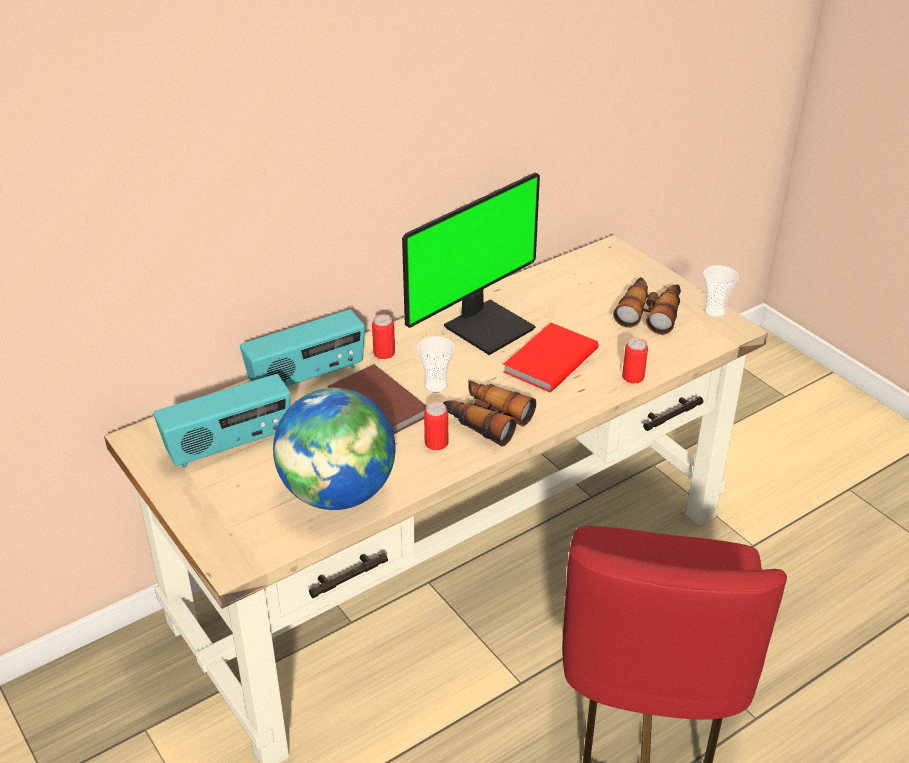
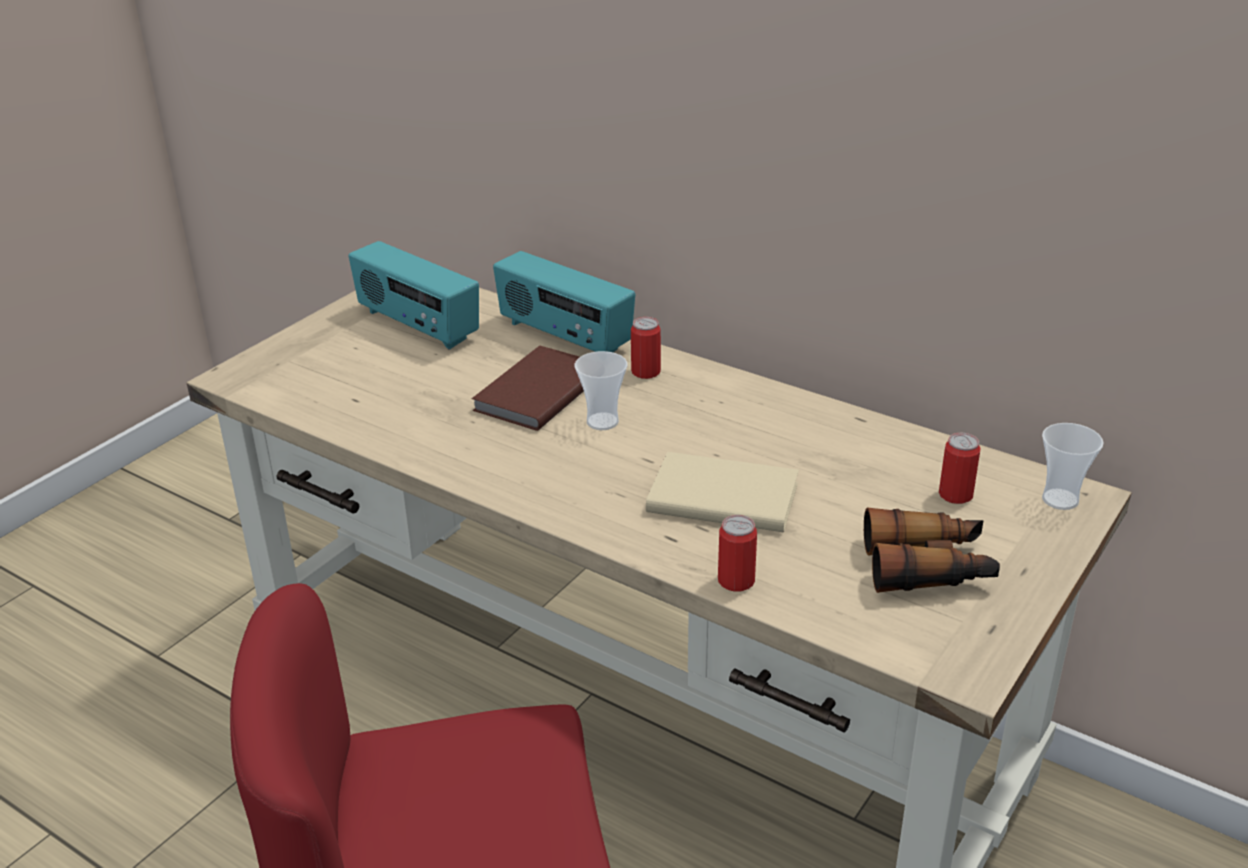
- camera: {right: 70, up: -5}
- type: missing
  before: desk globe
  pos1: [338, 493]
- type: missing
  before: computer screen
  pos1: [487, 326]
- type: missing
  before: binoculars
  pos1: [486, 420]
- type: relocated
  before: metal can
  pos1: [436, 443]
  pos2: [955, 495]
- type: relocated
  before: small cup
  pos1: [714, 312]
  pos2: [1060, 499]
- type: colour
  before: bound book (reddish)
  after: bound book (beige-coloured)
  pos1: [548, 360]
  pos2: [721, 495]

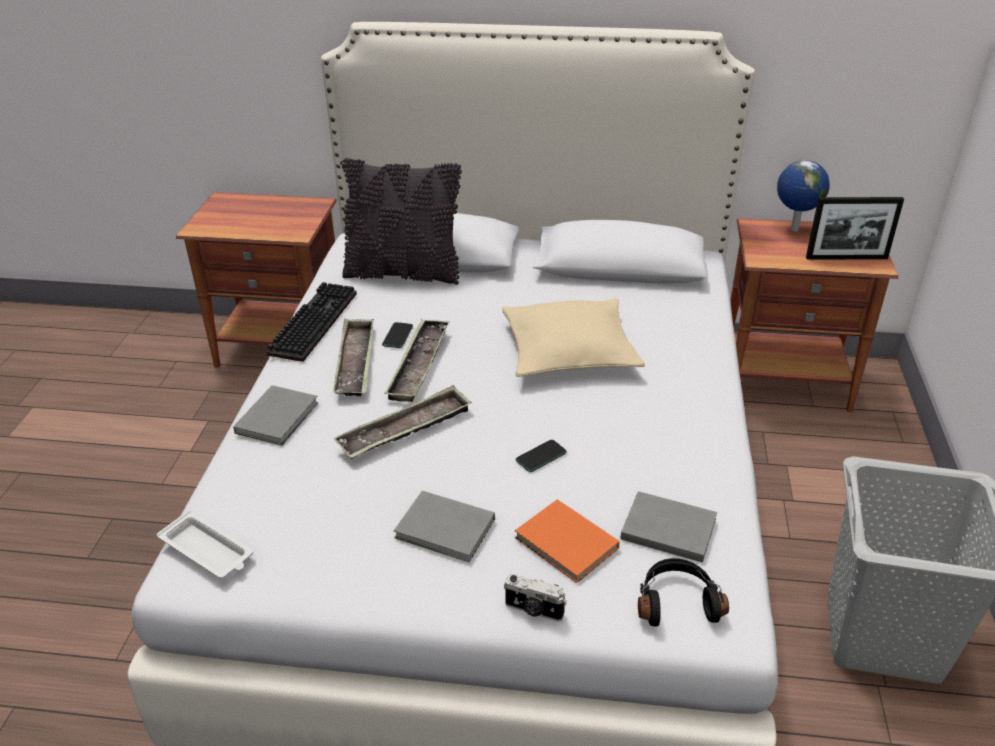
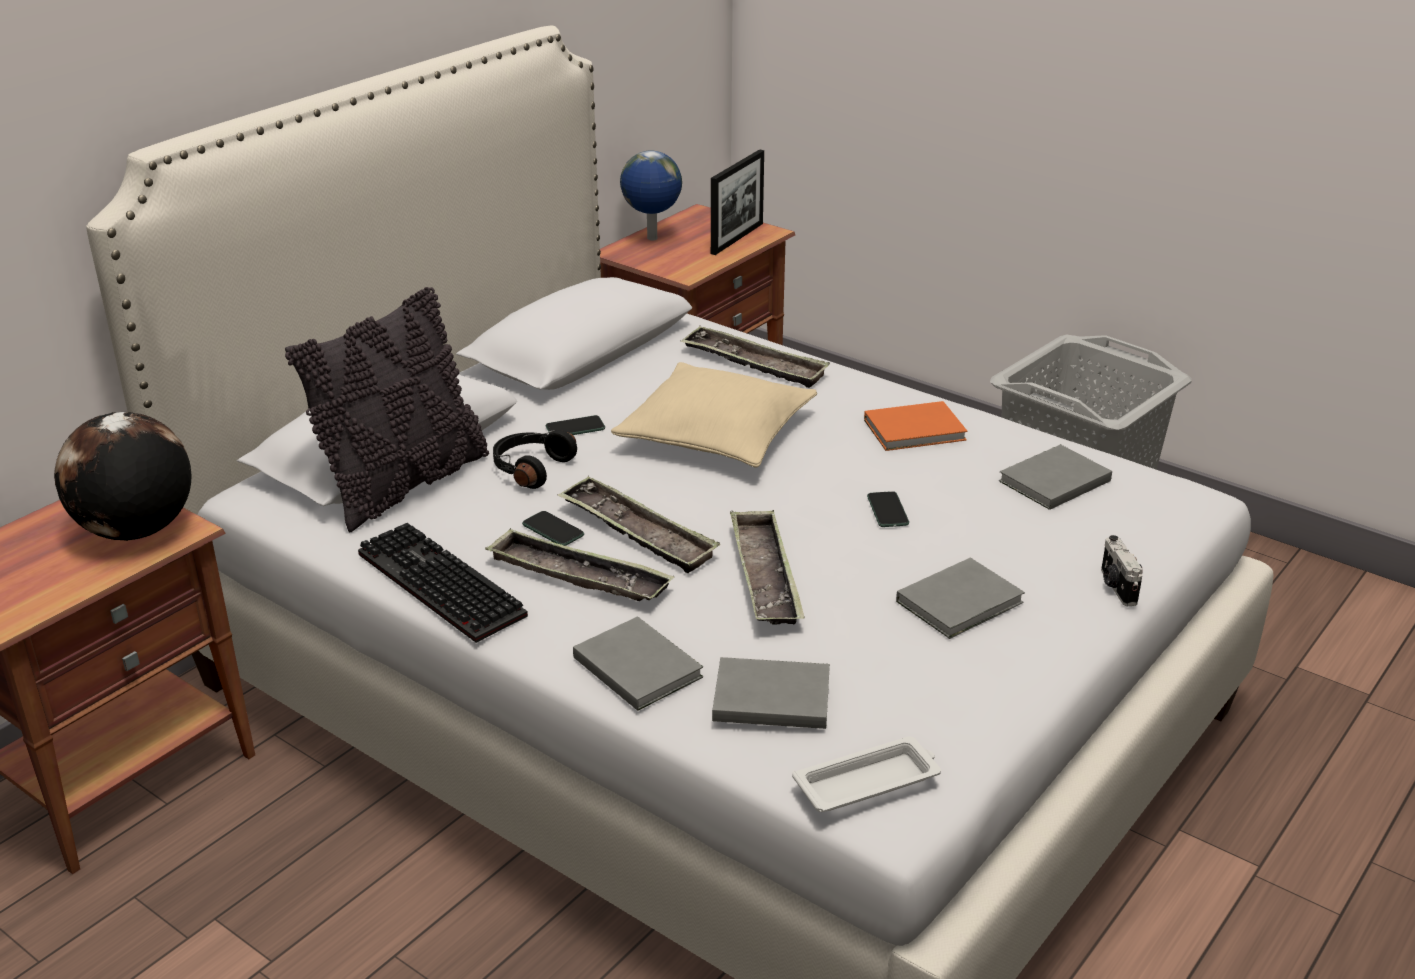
- camera: {right: -60, up: -5}
- type: appeared
  after: desk globe
  pos2: [136, 531]
- type: appeared
  after: phone
  pos2: [575, 428]
- type: appeared
  after: serving tray
  pos2: [754, 364]
- type: appeared
  after: bound book (greyish)
  pos2: [768, 696]
- type: relocated
  before: bound book (orange)
  pos1: [567, 545]
  pos2: [917, 430]
- type: relocated
  before: pair of headphones (blackish)
  pos1: [676, 601]
  pos2: [530, 468]
- type: spun
  before: still camera
  pos1: [534, 610]
  pos2: [1116, 587]
  turn: 120

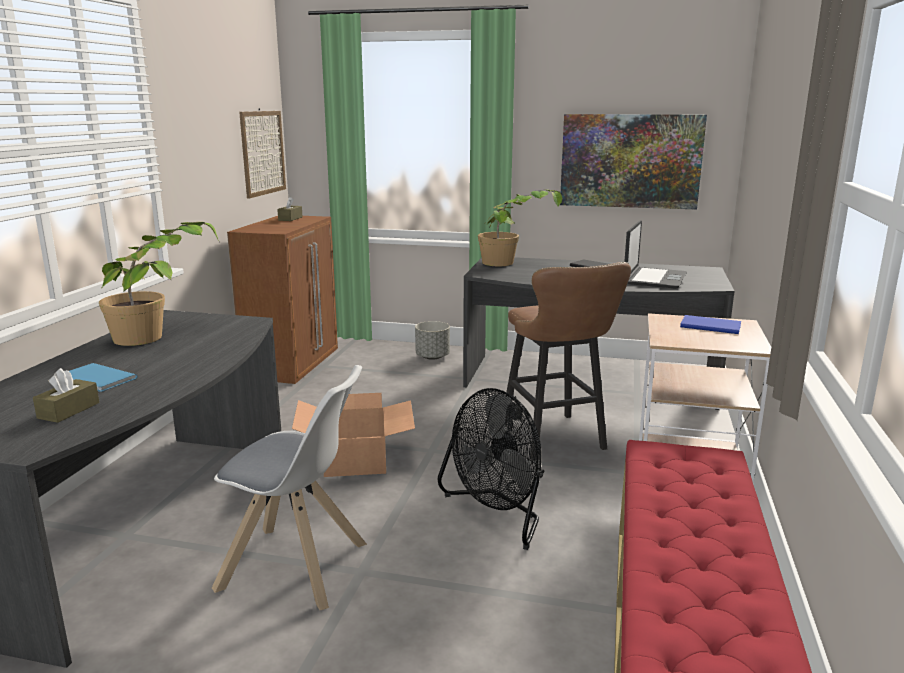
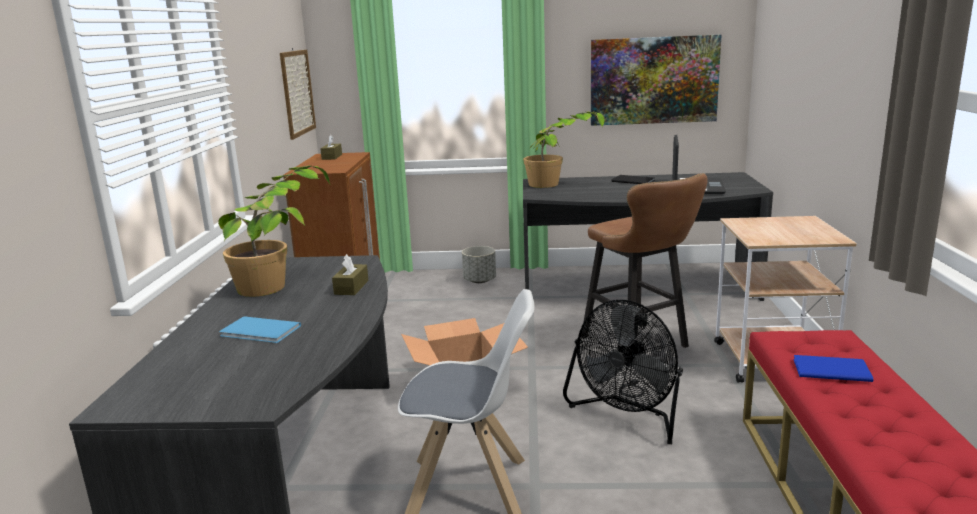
- camera: {right: -10, up: 0}
- type: relocated
  before: tissue holder (brownish)
  pos1: [68, 410]
  pos2: [351, 287]
- type: relocated
  before: bound book (blue-coloured)
  pos1: [709, 325]
  pos2: [829, 369]

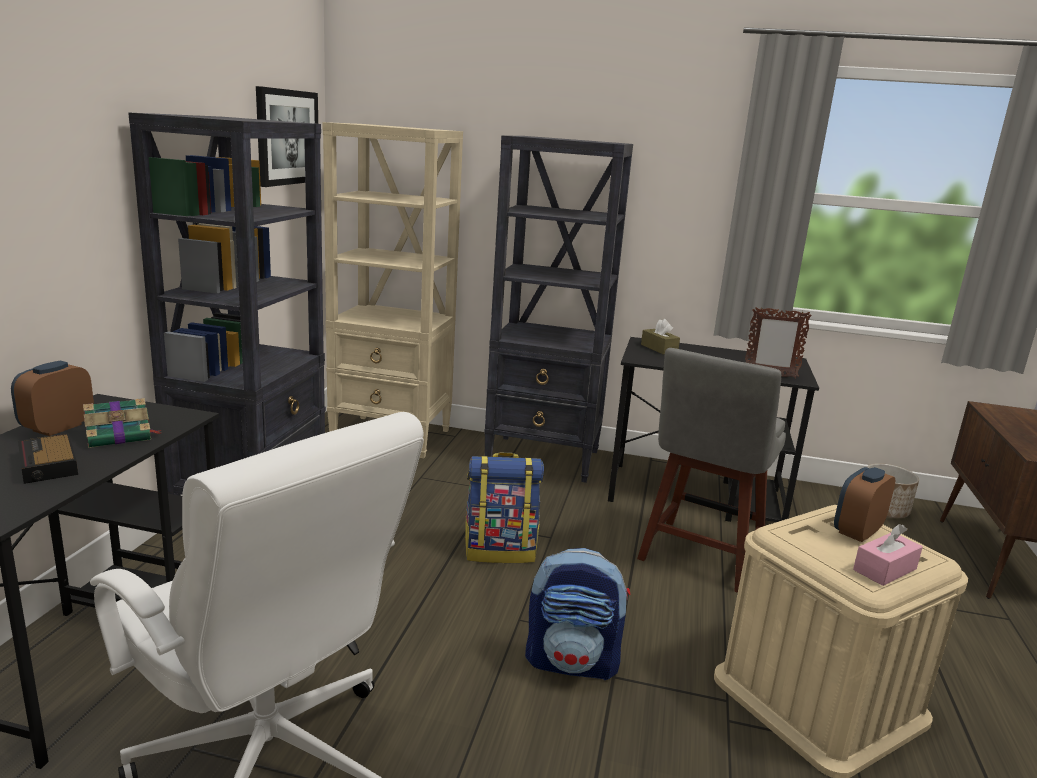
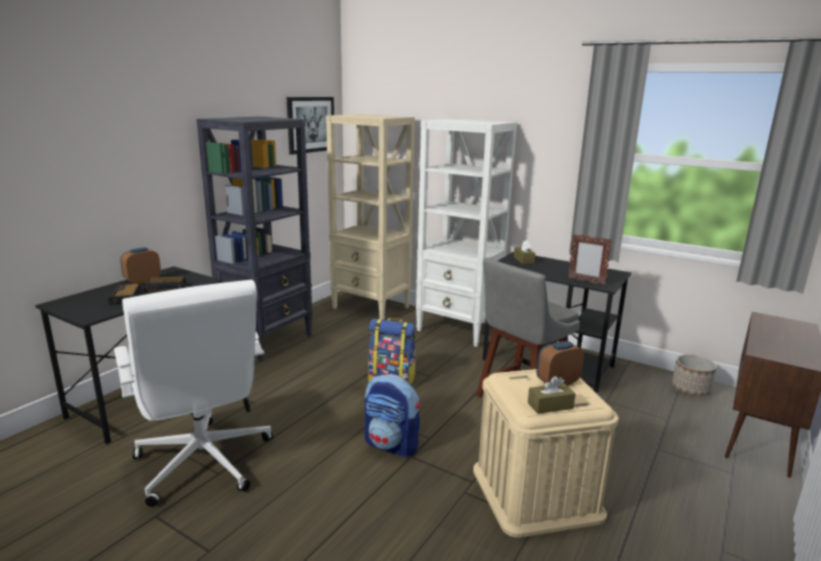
- camera: {right: 20, up: 0}
- type: exchanged
  before: bound book
  after: table clock
  pos1: [120, 436]
  pos2: [167, 287]
- type: colour
  before: bookshelf (blackish)
  after: bookshelf (whitish)
  pos1: [544, 459]
  pos2: [458, 330]
- type: colour
  before: tissue holder (pink)
  after: tissue holder (brownish)
  pos1: [884, 569]
  pos2: [550, 405]

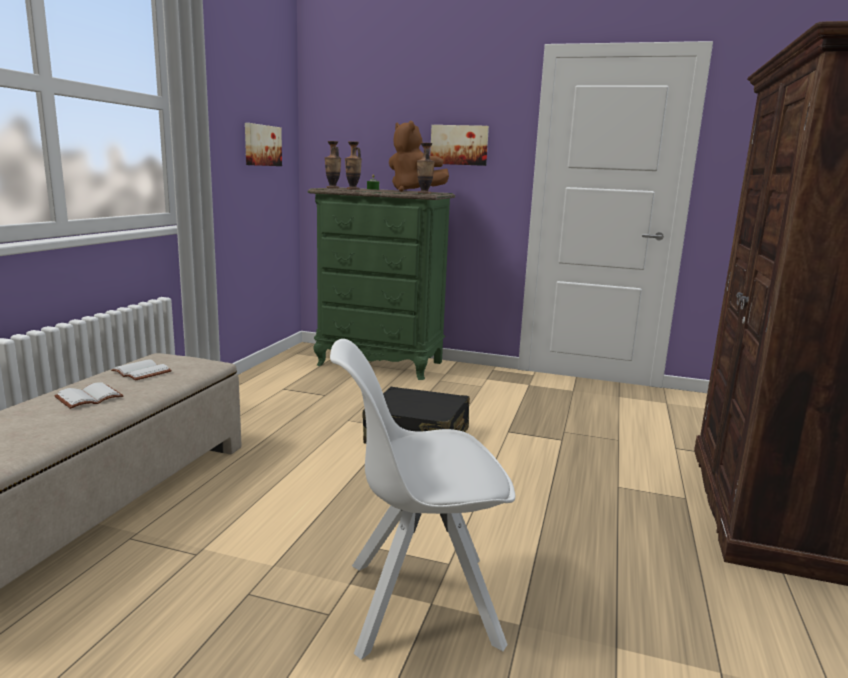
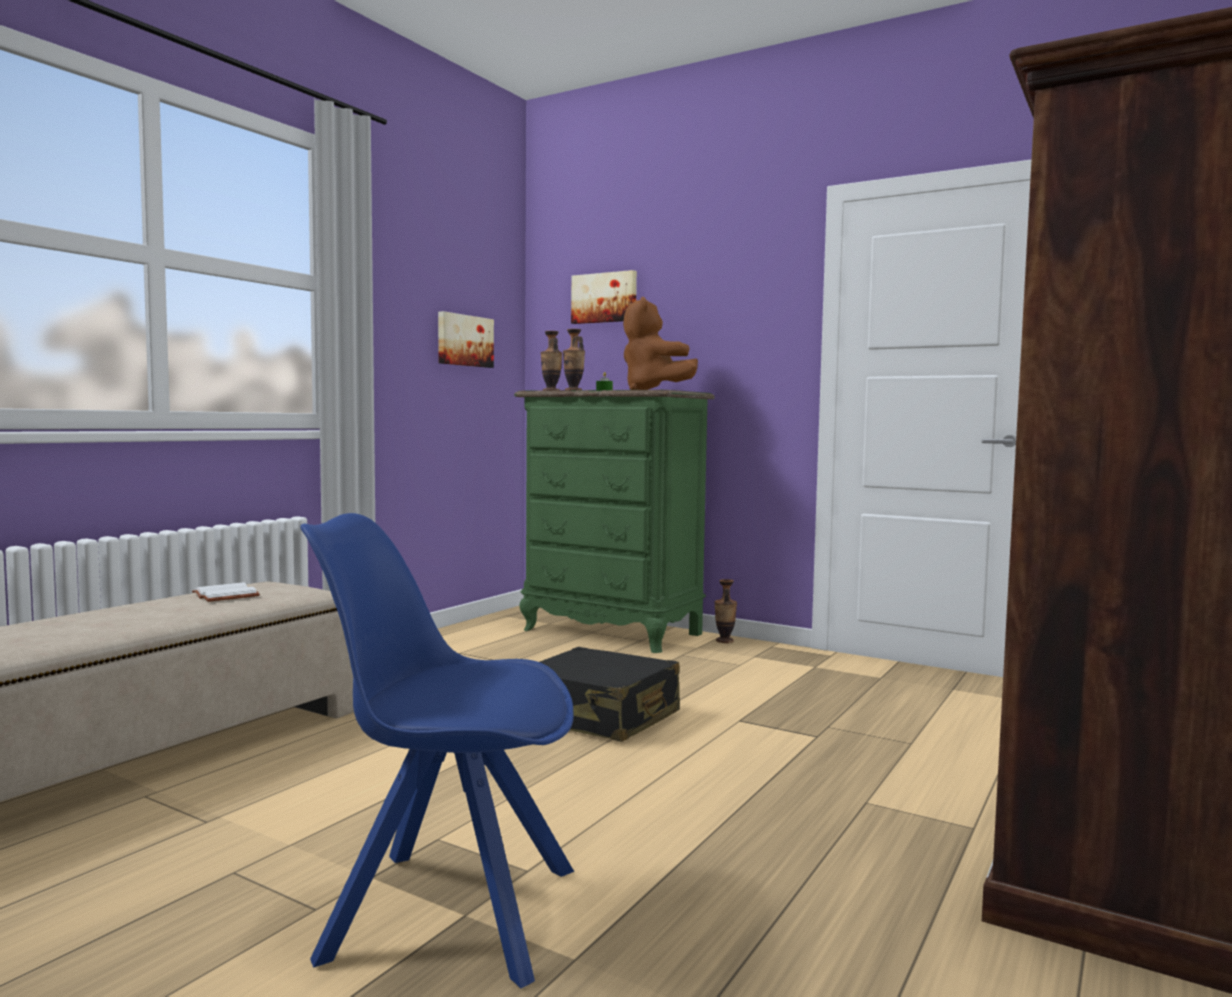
- camera: {right: 15, up: -10}
- type: missing
  before: bound book (whitish)
  pos1: [88, 398]
- type: relocated
  before: flower vase
  pos1: [424, 193]
  pos2: [724, 641]
- type: relocated
  before: picture
  pos1: [459, 145]
  pos2: [605, 298]
- type: colour
  before: chair (whitish)
  after: chair (blue-coloured)
  pos1: [419, 603]
  pos2: [447, 912]

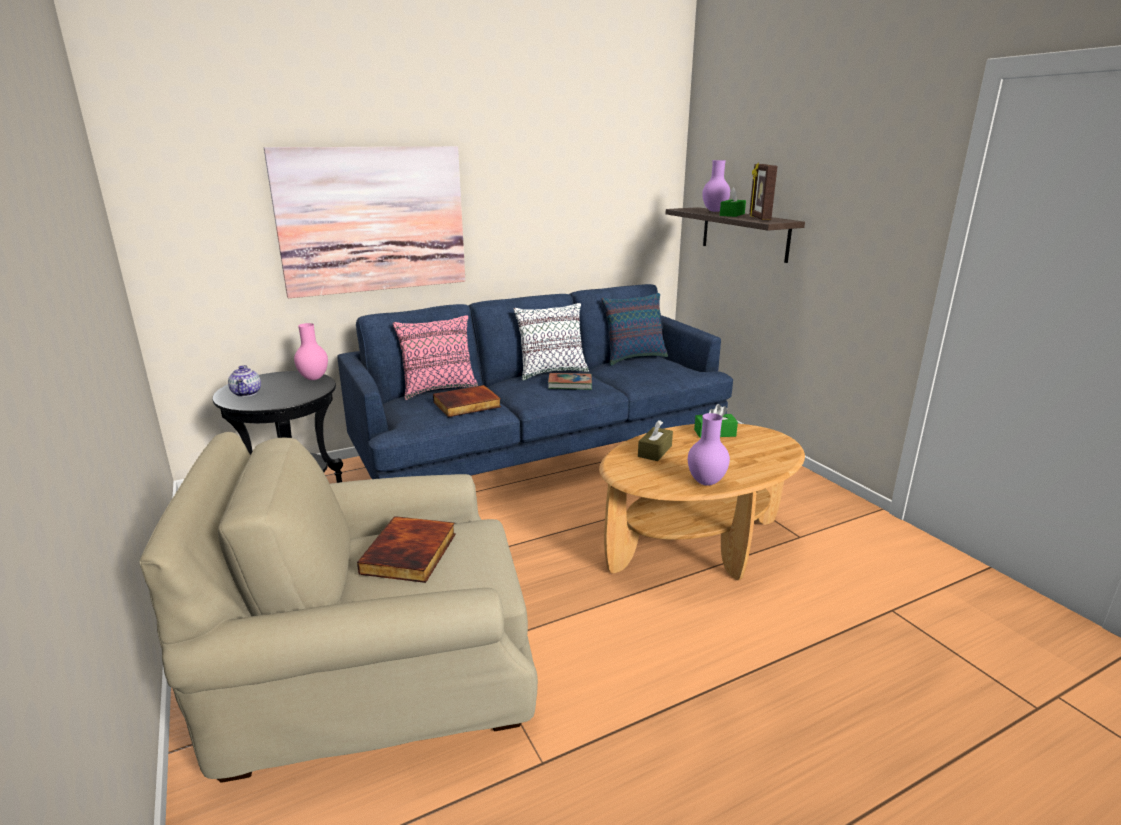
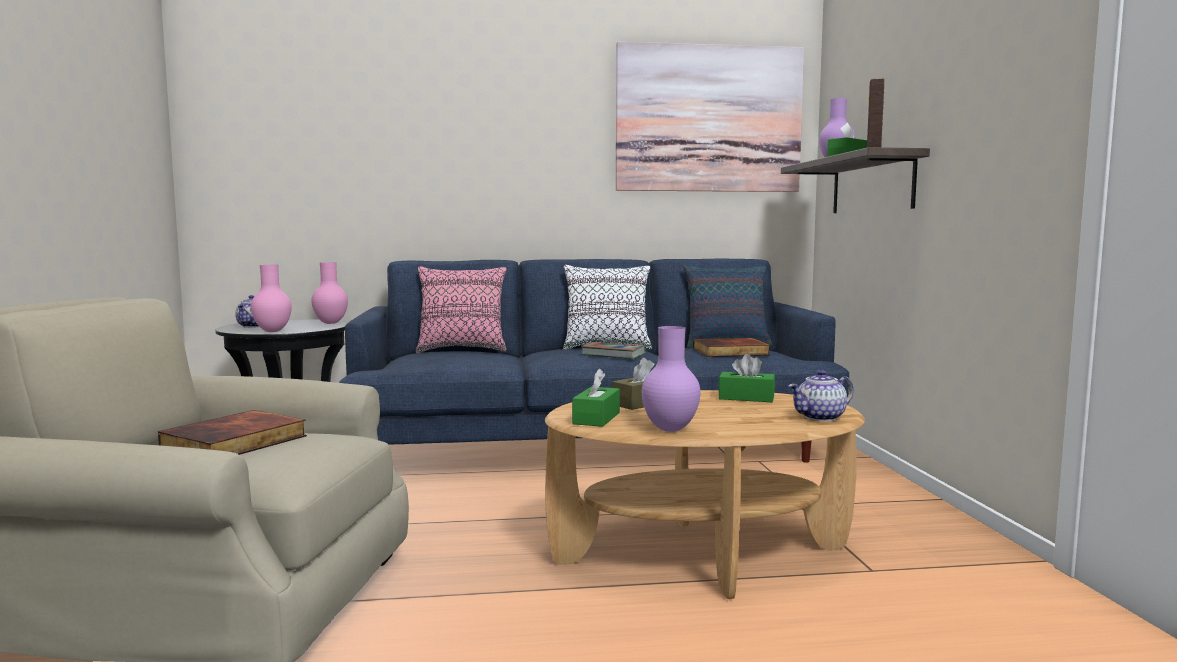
- camera: {right: 20, up: -15}
- type: appeared
  after: flower vase (pink)
  pos2: [273, 331]
- type: appeared
  after: tissue holder (green)
  pos2: [596, 418]
- type: appeared
  after: teapot
  pos2: [821, 418]
- type: relocated
  before: picture
  pos1: [373, 220]
  pos2: [708, 119]
- type: relocated
  before: bound book
  pos1: [467, 405]
  pos2: [730, 352]

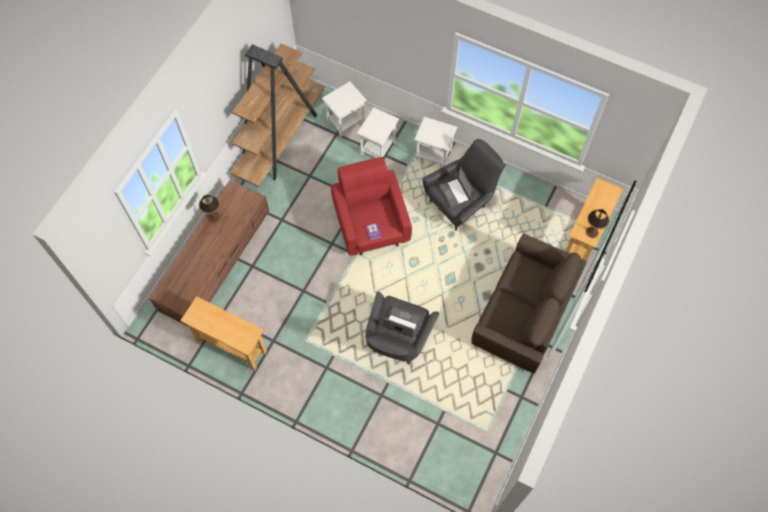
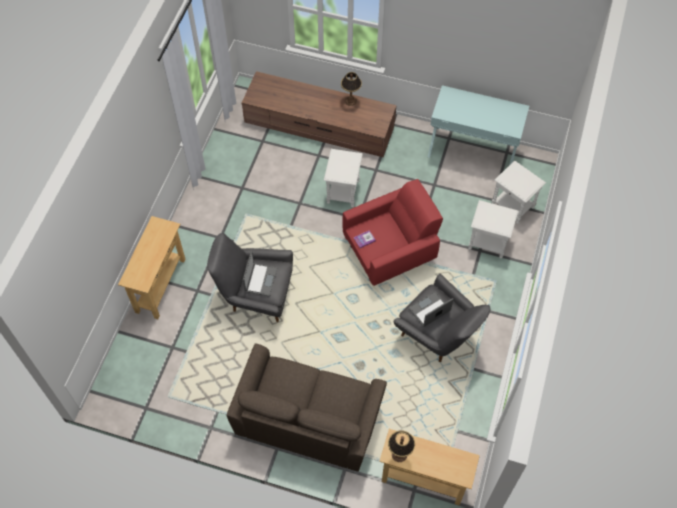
- camera: {right: 80, up: -5}
- type: relocated
  before: hall table (beige-coloured)
  pos1: [232, 346]
  pos2: [160, 285]
- type: relocated
  before: end table (whitish)
  pos1: [433, 154]
  pos2: [343, 191]
- type: exchanged
  before: bookshelf (brownish)
  after: desk unit (blue-green)
  pos1: [280, 138]
  pos2: [472, 151]

